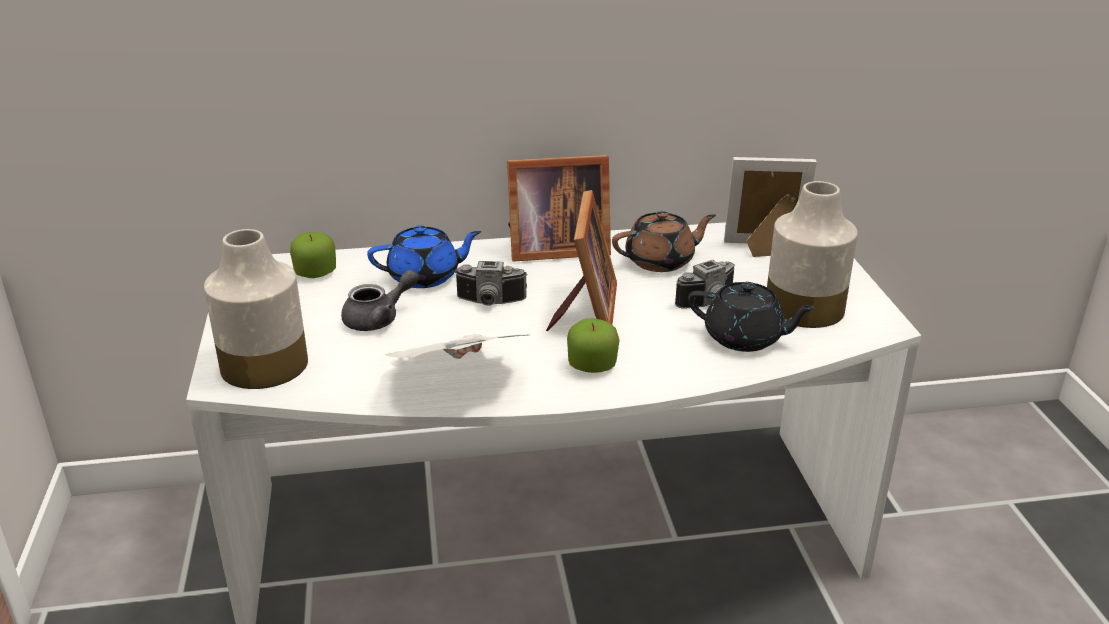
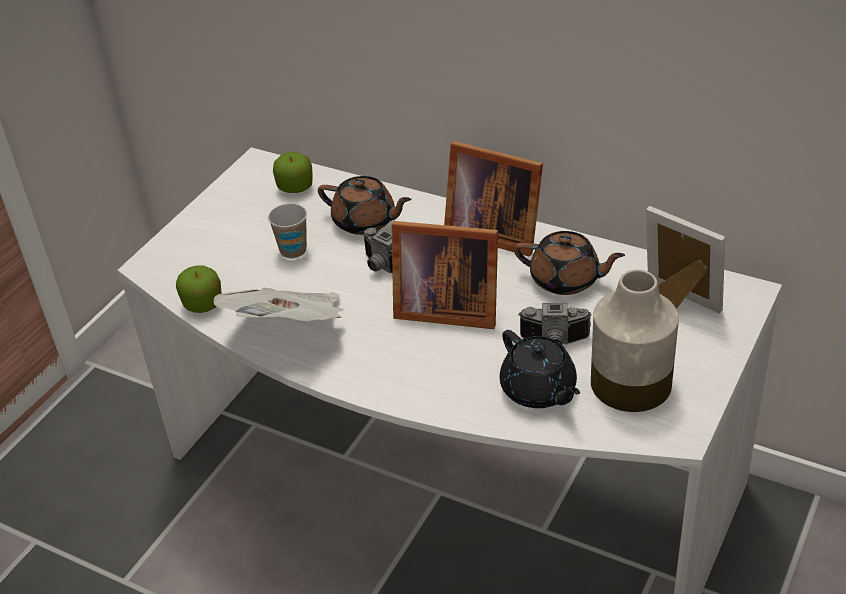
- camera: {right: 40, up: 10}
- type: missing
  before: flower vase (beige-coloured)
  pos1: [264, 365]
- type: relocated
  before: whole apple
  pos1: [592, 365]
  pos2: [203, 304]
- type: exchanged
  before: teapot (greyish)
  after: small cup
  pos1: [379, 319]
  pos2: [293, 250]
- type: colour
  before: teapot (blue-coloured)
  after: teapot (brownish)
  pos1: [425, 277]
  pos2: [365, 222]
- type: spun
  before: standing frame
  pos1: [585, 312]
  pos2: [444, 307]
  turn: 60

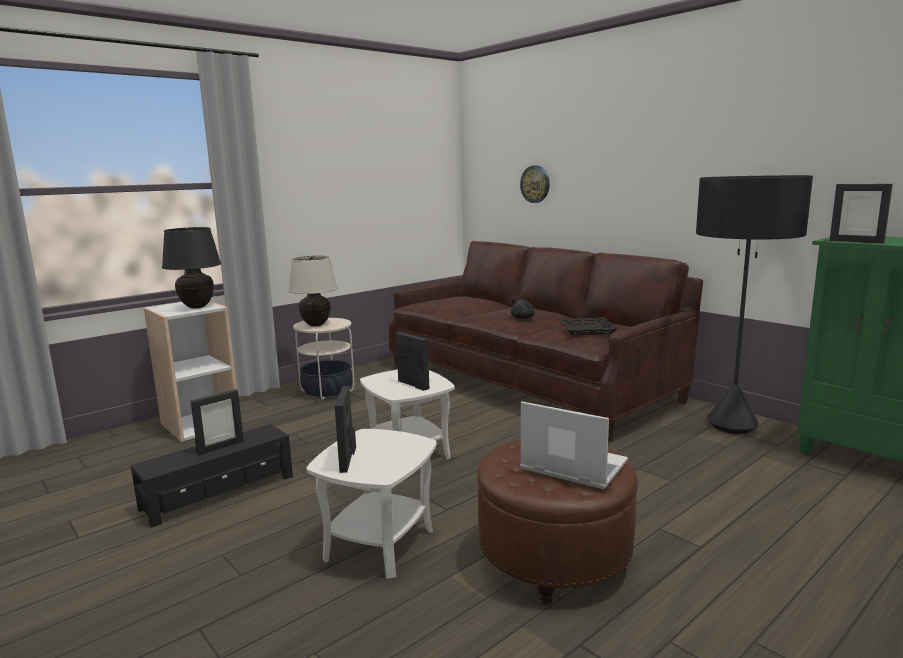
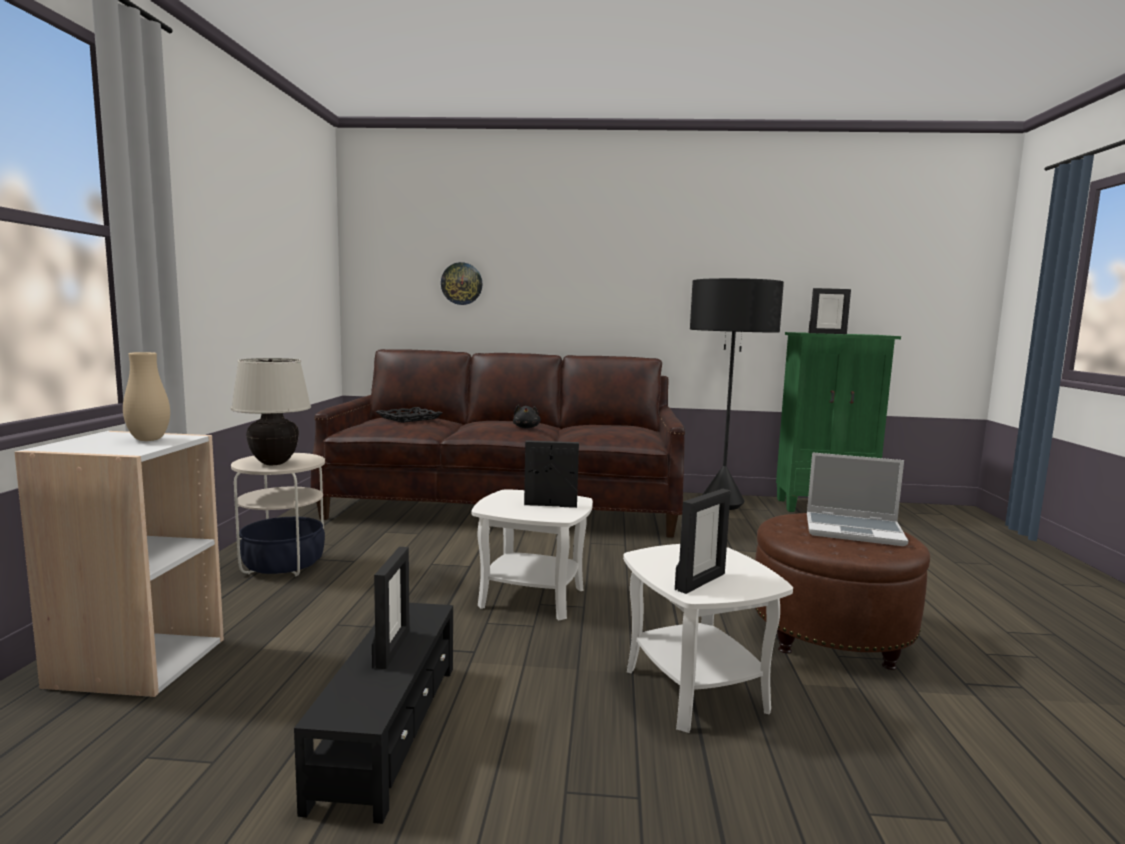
- camera: {right: -45, up: -5}
- type: relocated
  before: serving tray (blackish)
  pos1: [586, 330]
  pos2: [409, 418]
- type: exchanged
  before: lamp for a table (blackish)
  after: flower vase (beige-coloured)
  pos1: [197, 307]
  pos2: [149, 439]
- type: spun
  before: standing frame
  pos1: [348, 459]
  pos2: [700, 581]
  turn: -90
- type: spun
  before: laptop
  pos1: [572, 466]
  pos2: [854, 530]
  turn: -150

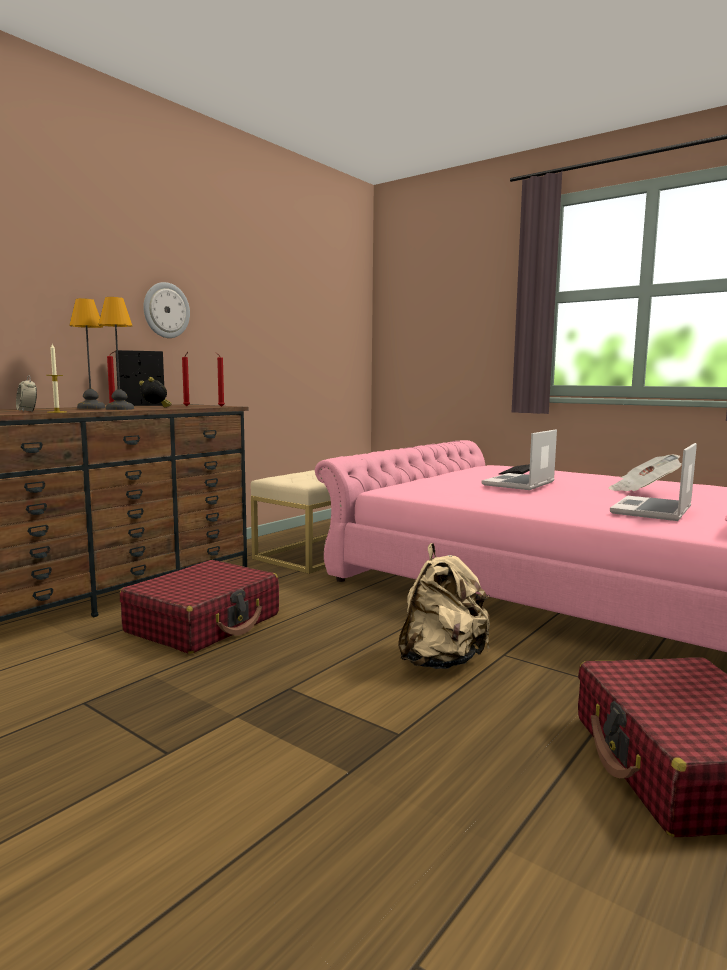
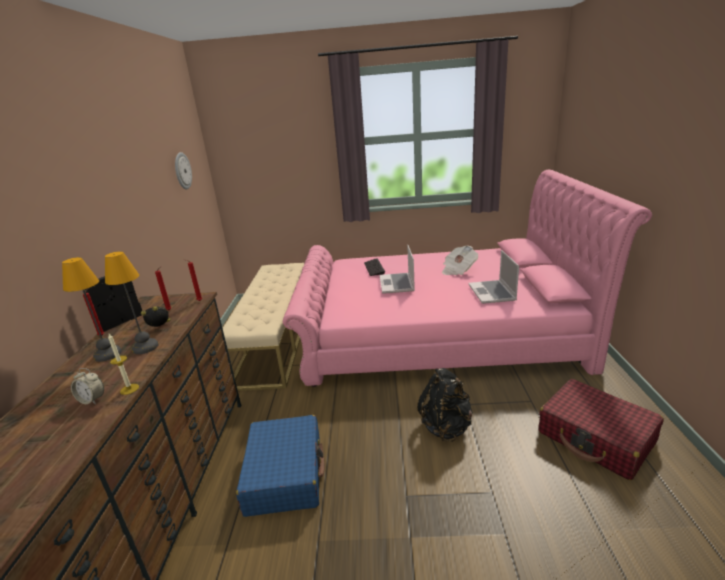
- camera: {right: -35, up: 15}
- type: relocated
  before: hanging clock
  pos1: [166, 310]
  pos2: [182, 171]
- type: colour
  before: travel case (reddish)
  after: travel case (blue-coloured)
  pos1: [204, 623]
  pos2: [285, 473]
- type: colour
  before: backpack (beige-coloured)
  after: backpack (blackish)
  pos1: [441, 661]
  pos2: [446, 426]

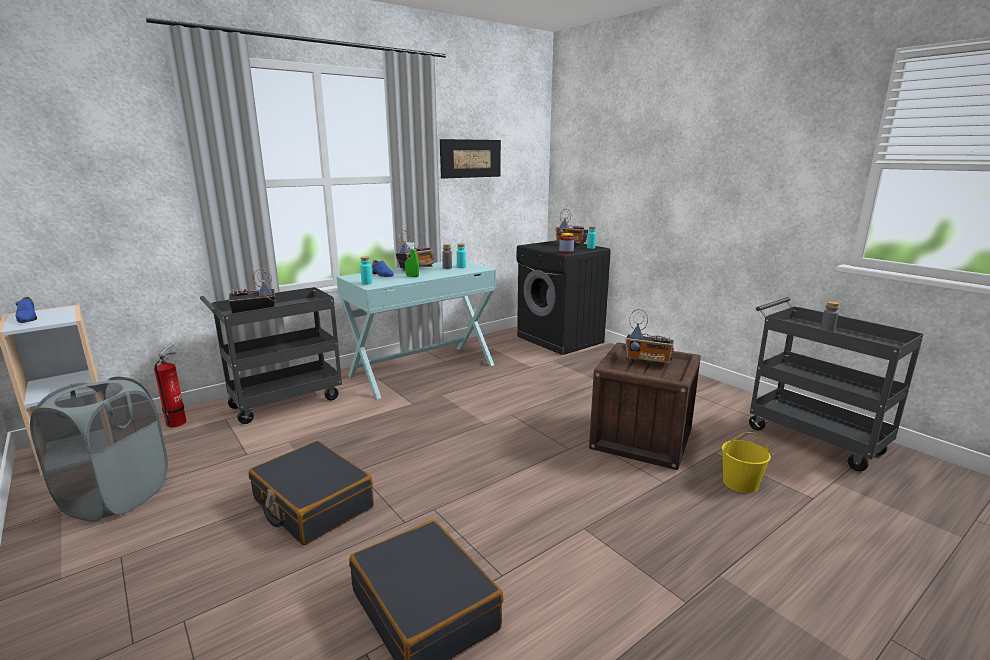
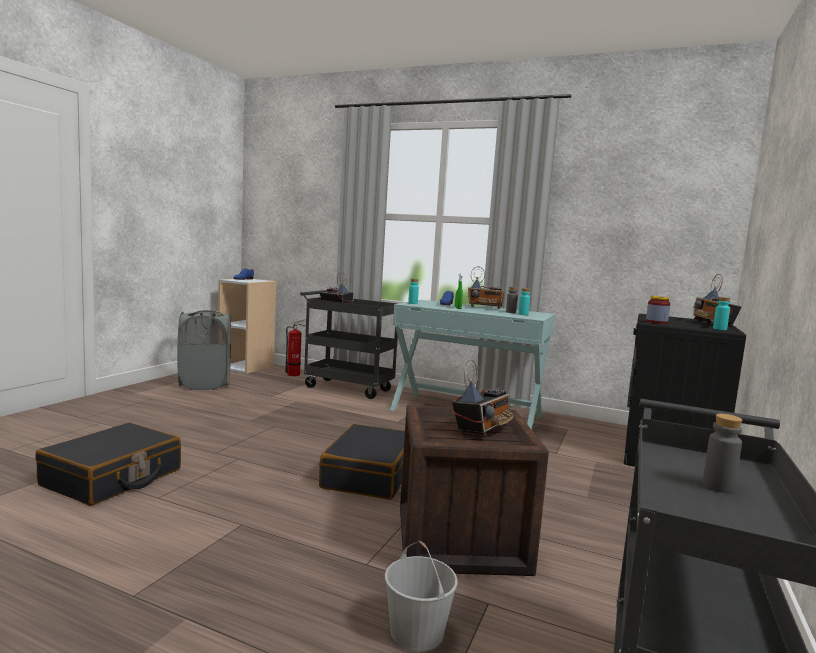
- camera: {right: 60, up: -10}
- type: missing
  before: picture
  pos1: [471, 158]
- type: relocated
  before: travel case (blackish)
  pos1: [312, 504]
  pos2: [368, 475]
- type: colour
  before: water bucket (yellowish)
  after: water bucket (whitish)
  pos1: [740, 483]
  pos2: [416, 631]
- type: spun
  before: radio
  pos1: [648, 362]
  pos2: [482, 430]
  turn: -135

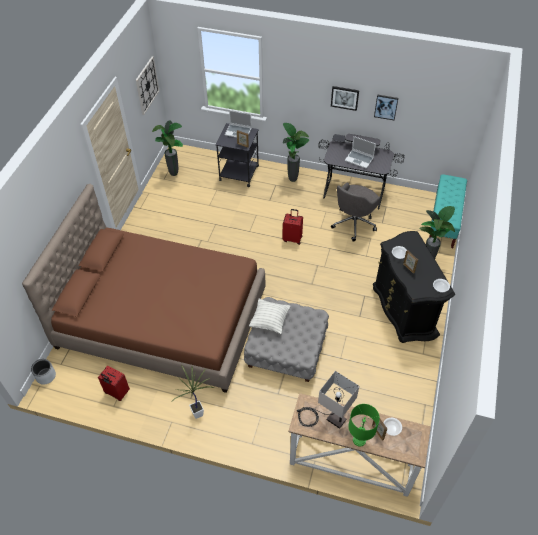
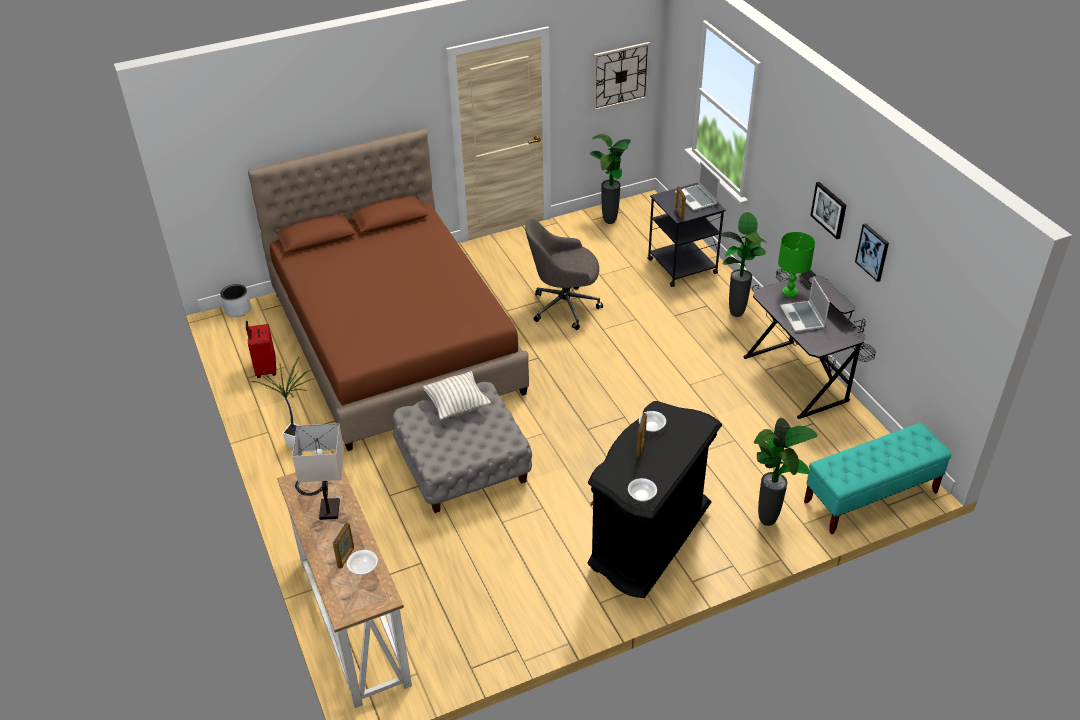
- camera: {right: 50, up: -10}
- type: missing
  before: travel case (reddish)
  pos1: [292, 238]
- type: relocated
  before: computer chair (greyish)
  pos1: [353, 224]
  pos2: [564, 308]
- type: relocated
  before: lamp for a table (green)
  pos1: [359, 440]
  pos2: [789, 292]

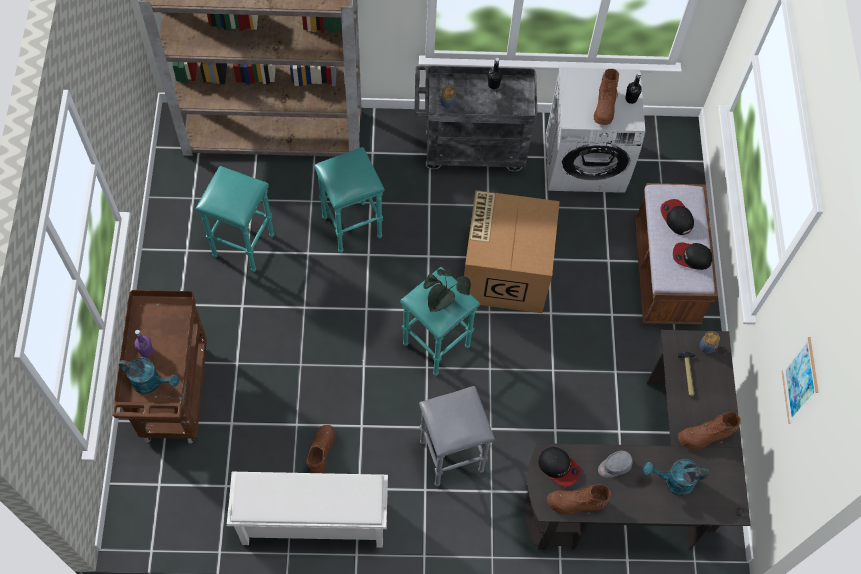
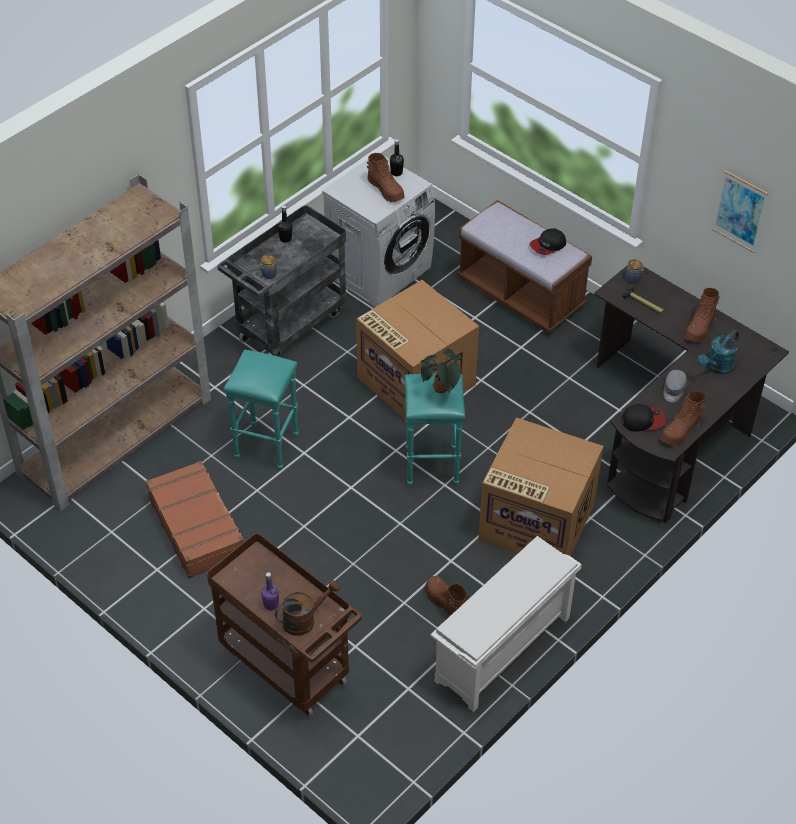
- camera: {right: -45, up: -15}
- type: missing
  before: baseball cap
  pos1: [676, 218]
- type: exchanged
  before: stool seat (blue-green)
  after: travel case (brownish)
  pos1: [243, 244]
  pos2: [197, 527]
- type: exchanged
  before: stool seat (greyish)
  after: cardboard box
  pos1: [450, 455]
  pos2: [535, 522]
- type: colour
  before: sprinkling can (blue-green)
  after: sprinkling can (brownish)
  pos1: [151, 382]
  pos2: [304, 620]

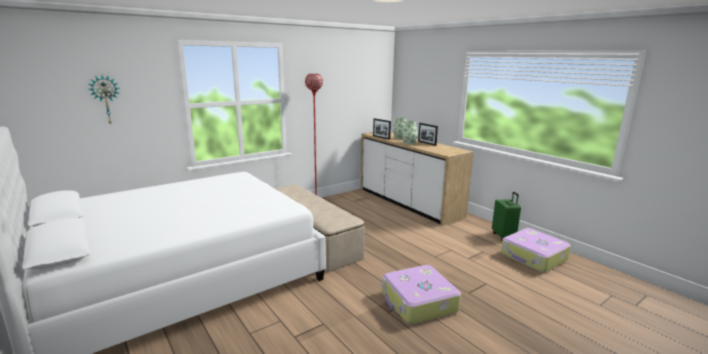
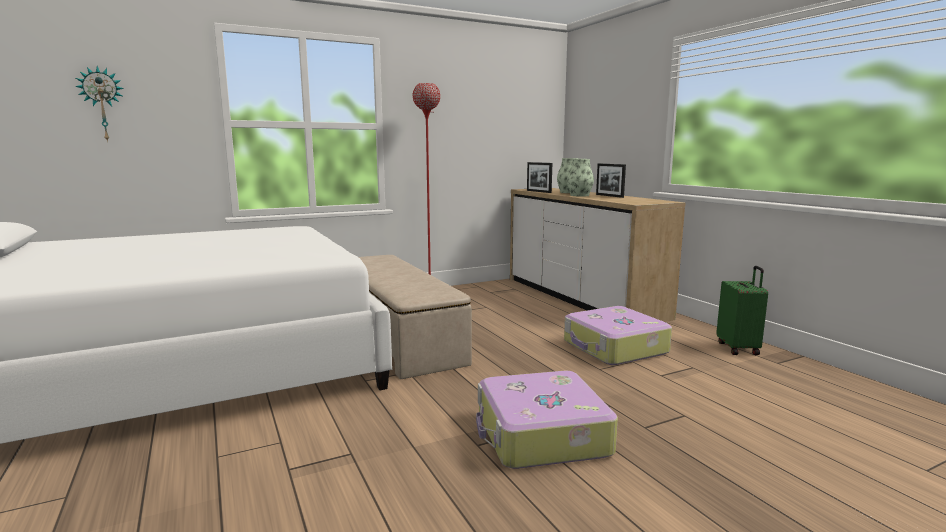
- camera: {right: 10, up: -5}
- type: relocated
  before: travel case
  pos1: [533, 257]
  pos2: [614, 348]

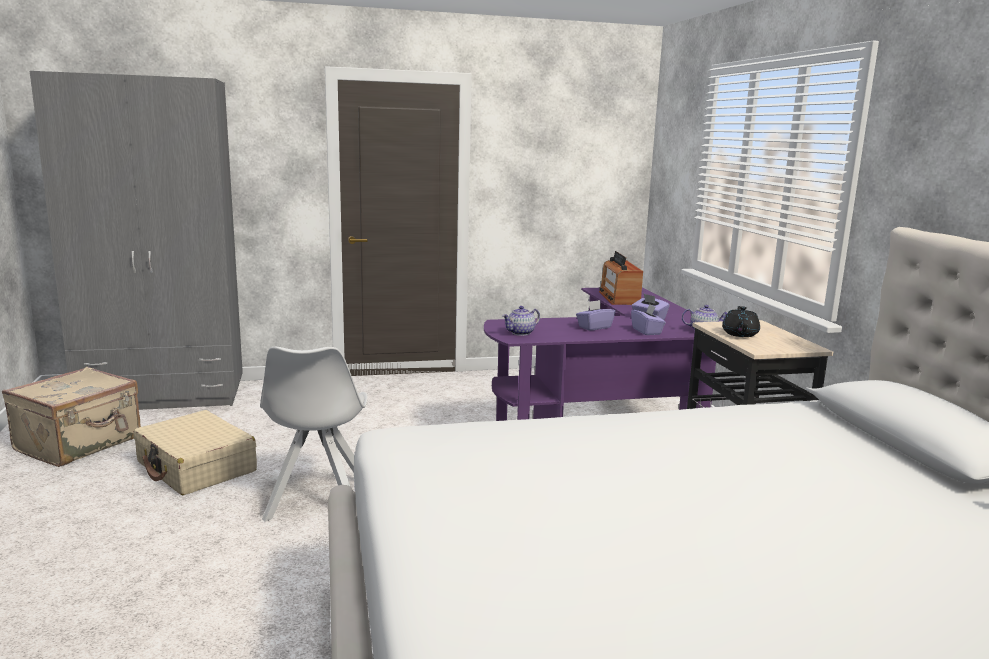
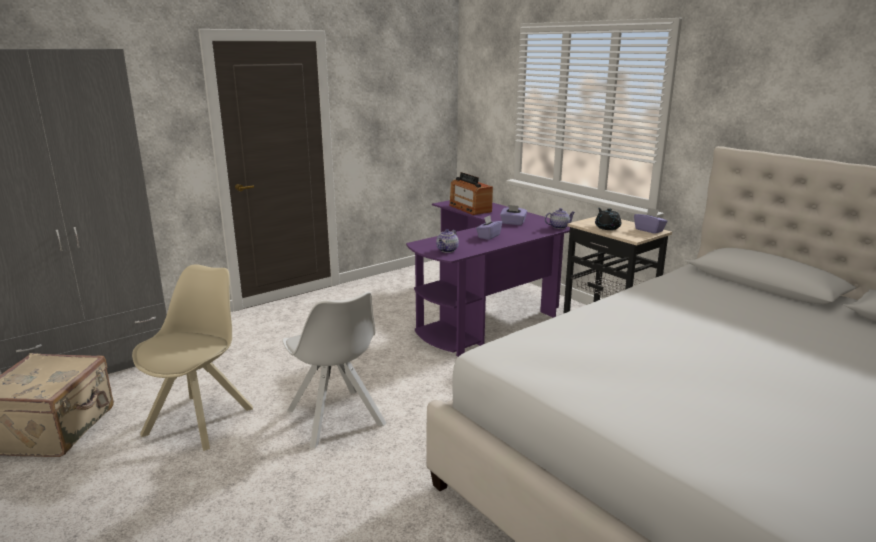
- camera: {right: -25, up: 5}
- type: relocated
  before: tissue holder (purple-coloured)
  pos1: [647, 331]
  pos2: [649, 230]
- type: exchanged
  before: travel case (beige-coloured)
  after: chair (beige-coloured)
  pos1: [196, 467]
  pos2: [200, 420]

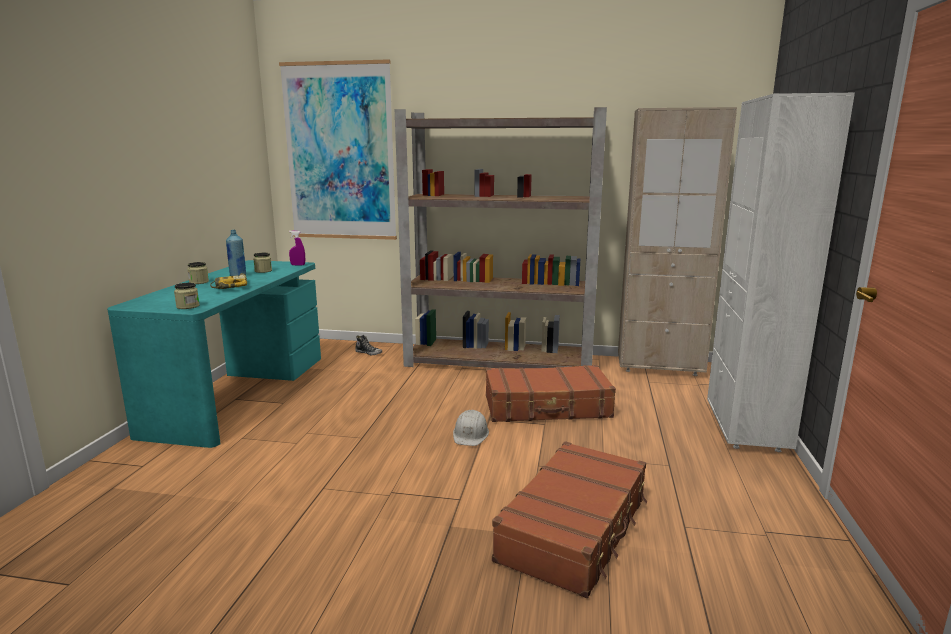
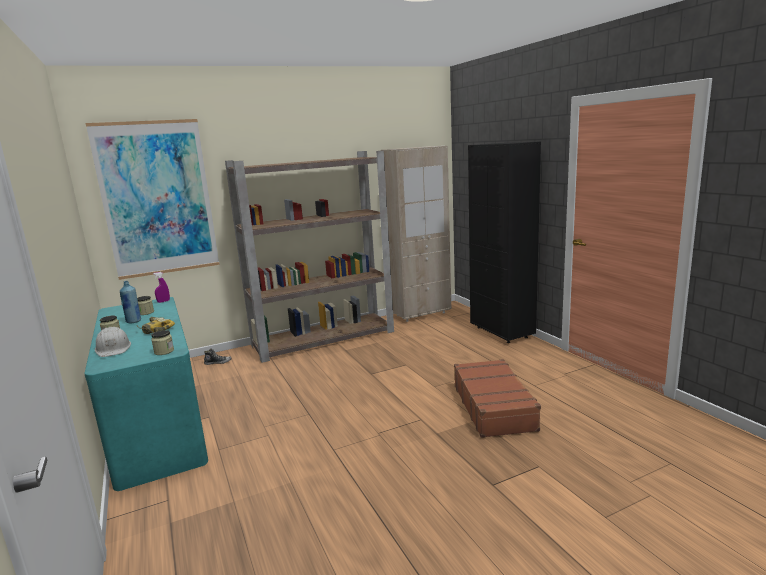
- camera: {right: -35, up: 0}
- type: missing
  before: travel case (brownish)
  pos1: [547, 407]
- type: relocated
  before: safety helmet (whitish)
  pos1: [470, 434]
  pos2: [113, 348]
- type: colour
  before: cabinet (whitish)
  after: cabinet (blackish)
  pos1: [745, 430]
  pos2: [501, 332]

